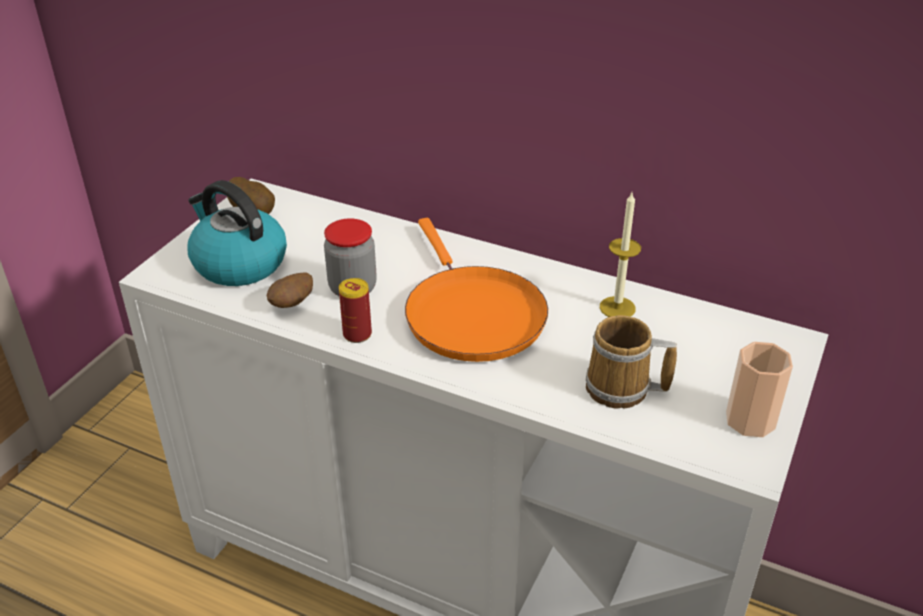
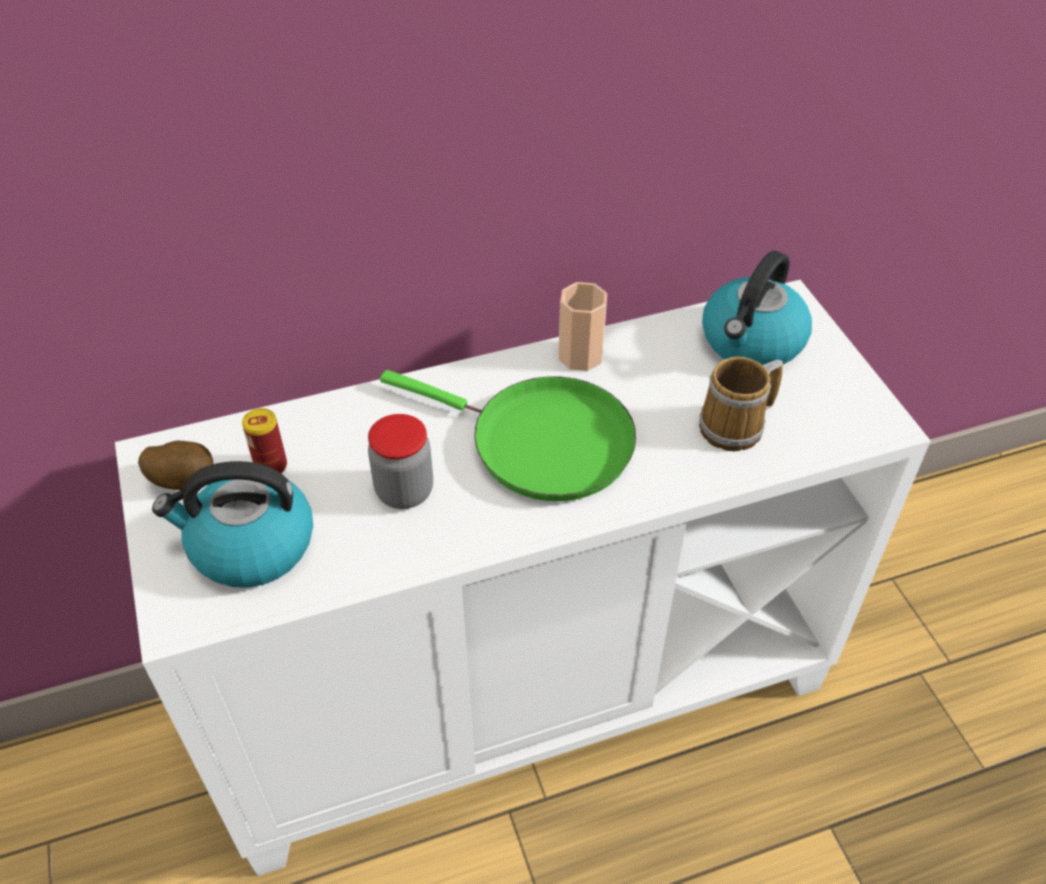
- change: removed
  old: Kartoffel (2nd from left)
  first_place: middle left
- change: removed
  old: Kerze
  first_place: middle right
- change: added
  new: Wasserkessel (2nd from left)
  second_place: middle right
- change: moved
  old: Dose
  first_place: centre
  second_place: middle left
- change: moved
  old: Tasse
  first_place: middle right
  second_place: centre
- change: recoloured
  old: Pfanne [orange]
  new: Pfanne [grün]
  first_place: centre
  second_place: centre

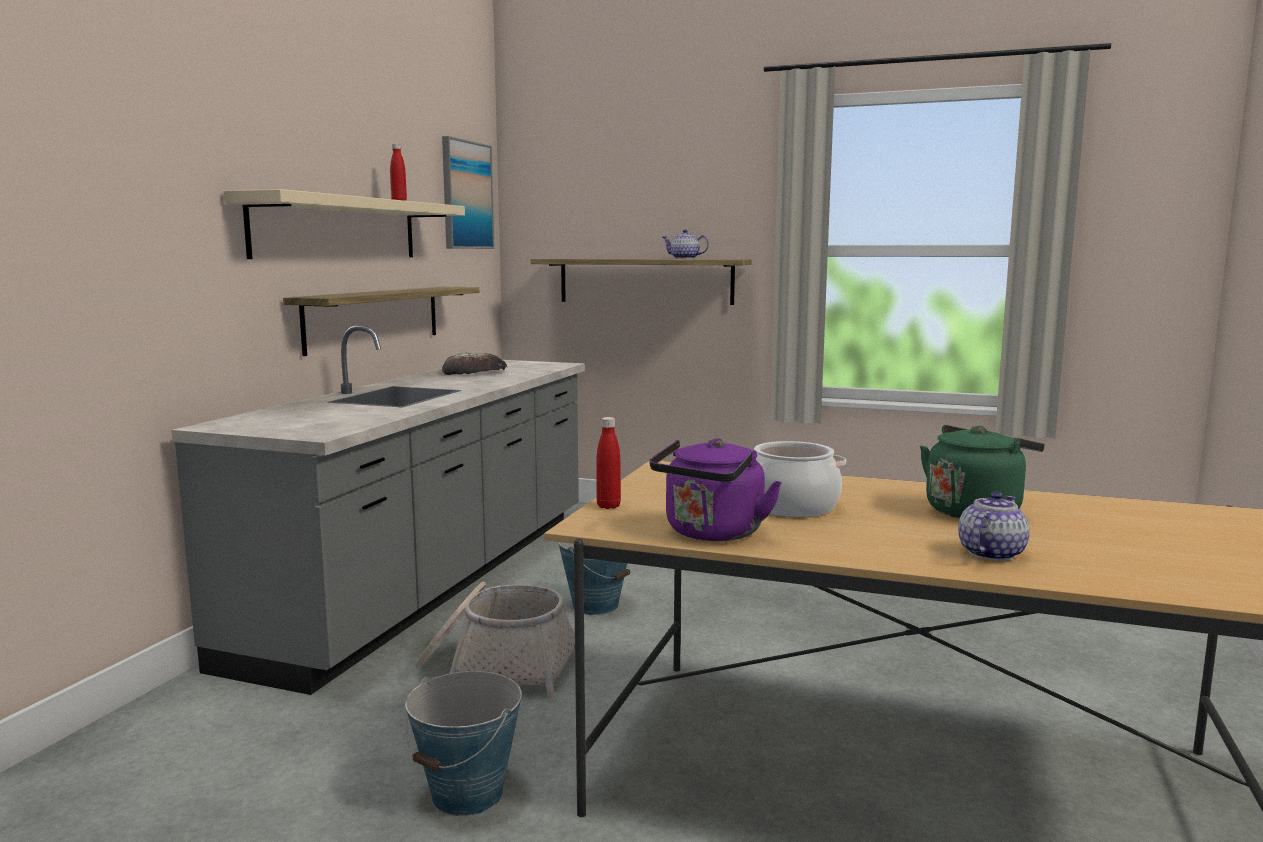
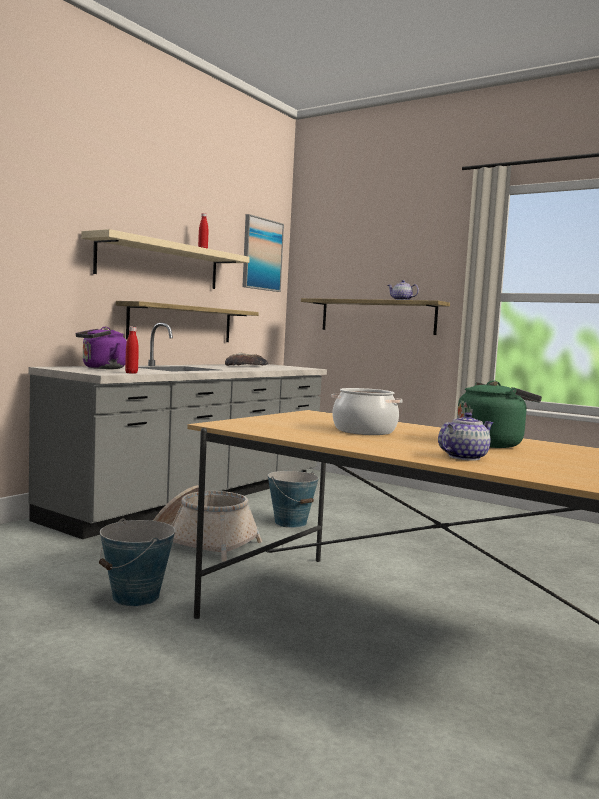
- change: moved
  old: Flasche [rot] (2nd from left in the first image)
  new: Flasche [rot] (1st from left)
  first_place: centre
  second_place: middle left
- change: moved
  old: Wasserkessel [lila]
  first_place: centre
  second_place: middle left

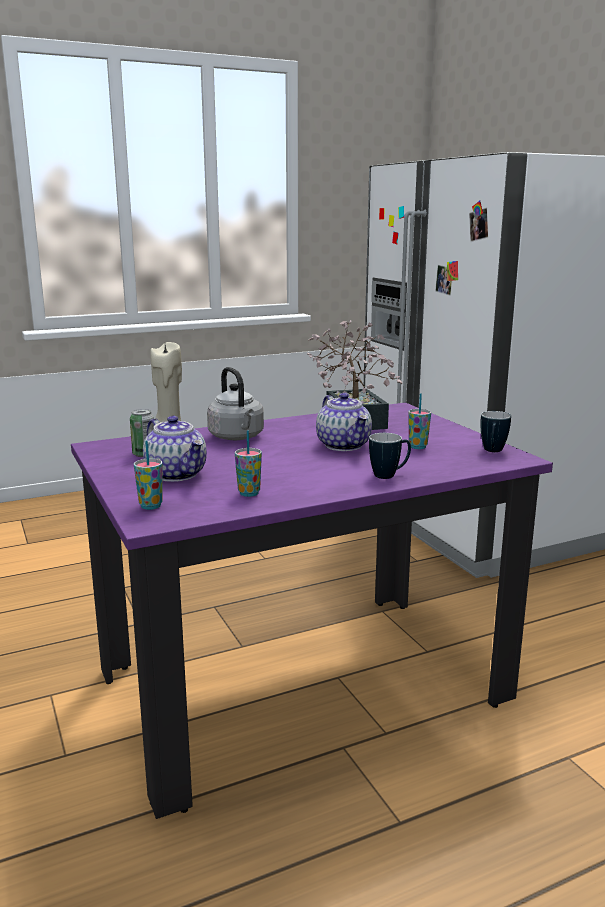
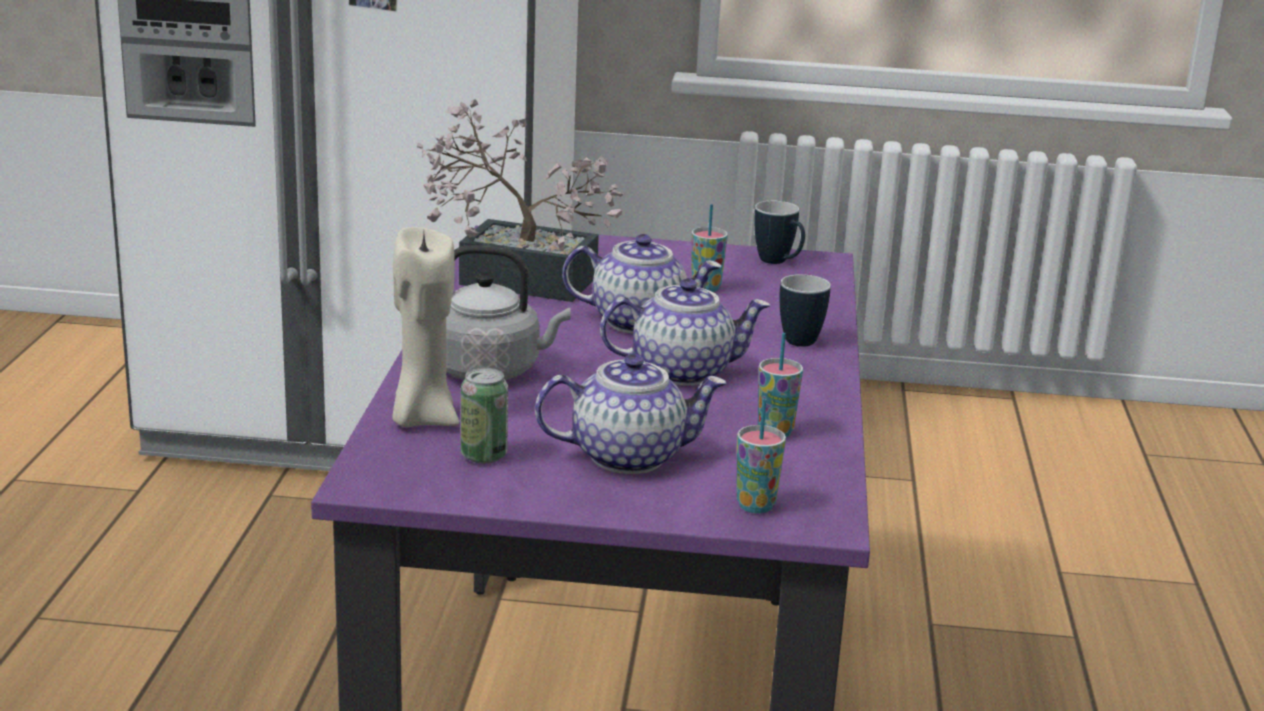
- change: added
  new: Teekanne (3rd from left)
  second_place: centre

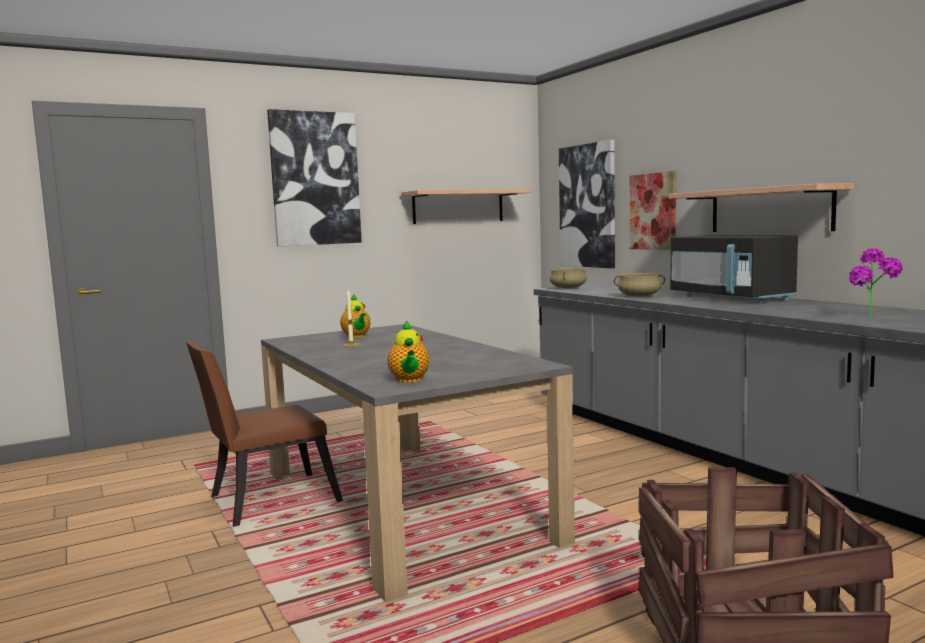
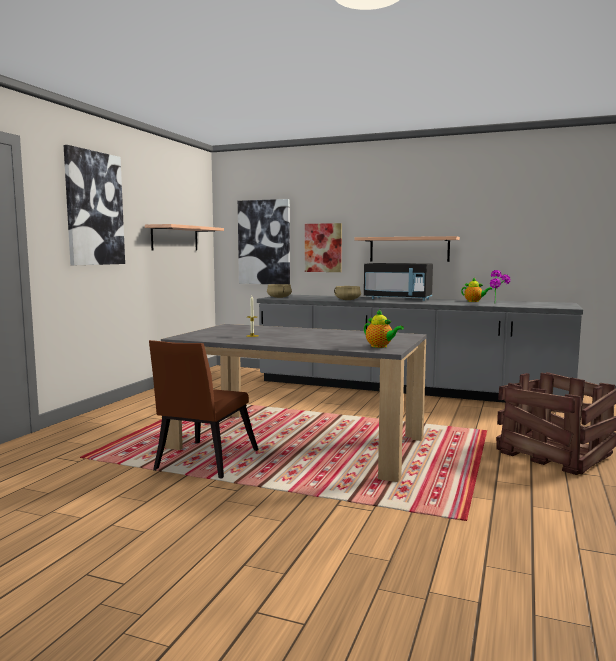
- change: moved
  old: Teekanne (1st from left in the first image)
  new: Teekanne (2nd from left)
  first_place: centre
  second_place: middle right

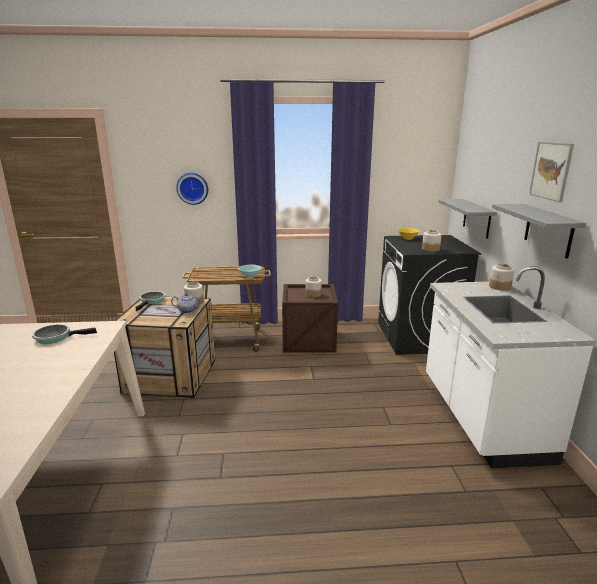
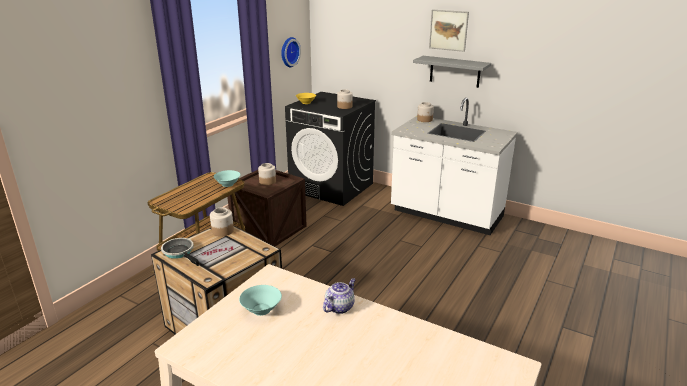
- change: removed
  old: Wandregal [grau] (1st from left)
  first_place: middle right
- change: moved
  old: Teekanne
  first_place: middle left
  second_place: bottom centre
- change: moved
  old: Wanduhr
  first_place: top left
  second_place: top centre
- change: replaced
  old: Pfanne (1st from left)
  new: Schüssel [türkis] (2nd from left)
  first_place: middle left
  second_place: bottom centre

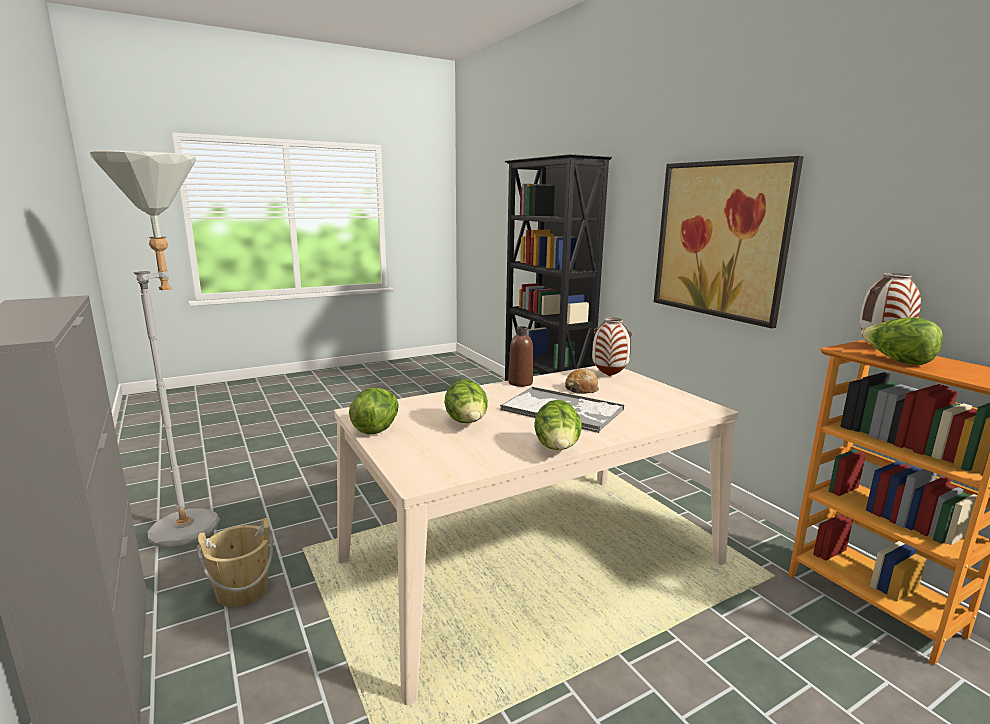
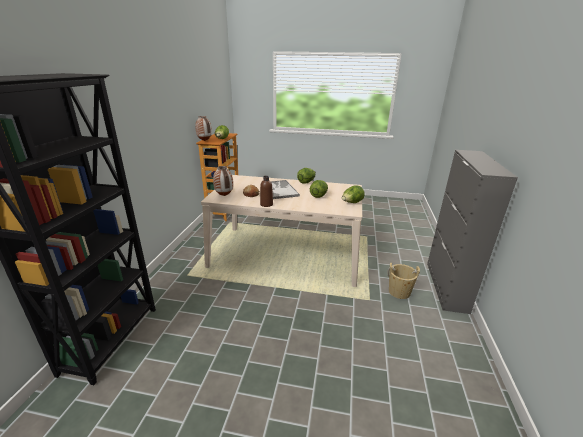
- change: removed
  old: Stehlampe [grau]
  first_place: middle left
- change: removed
  old: Bild
  first_place: middle right

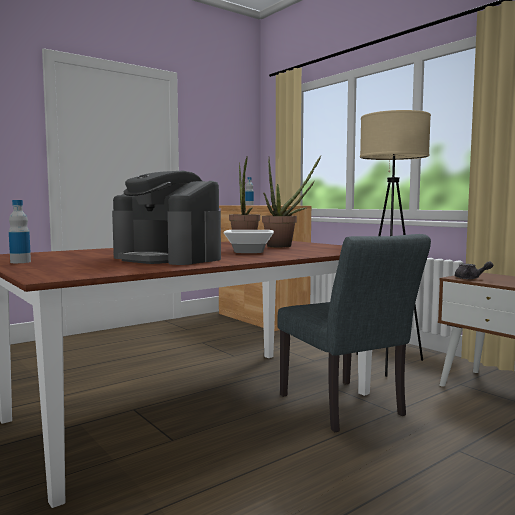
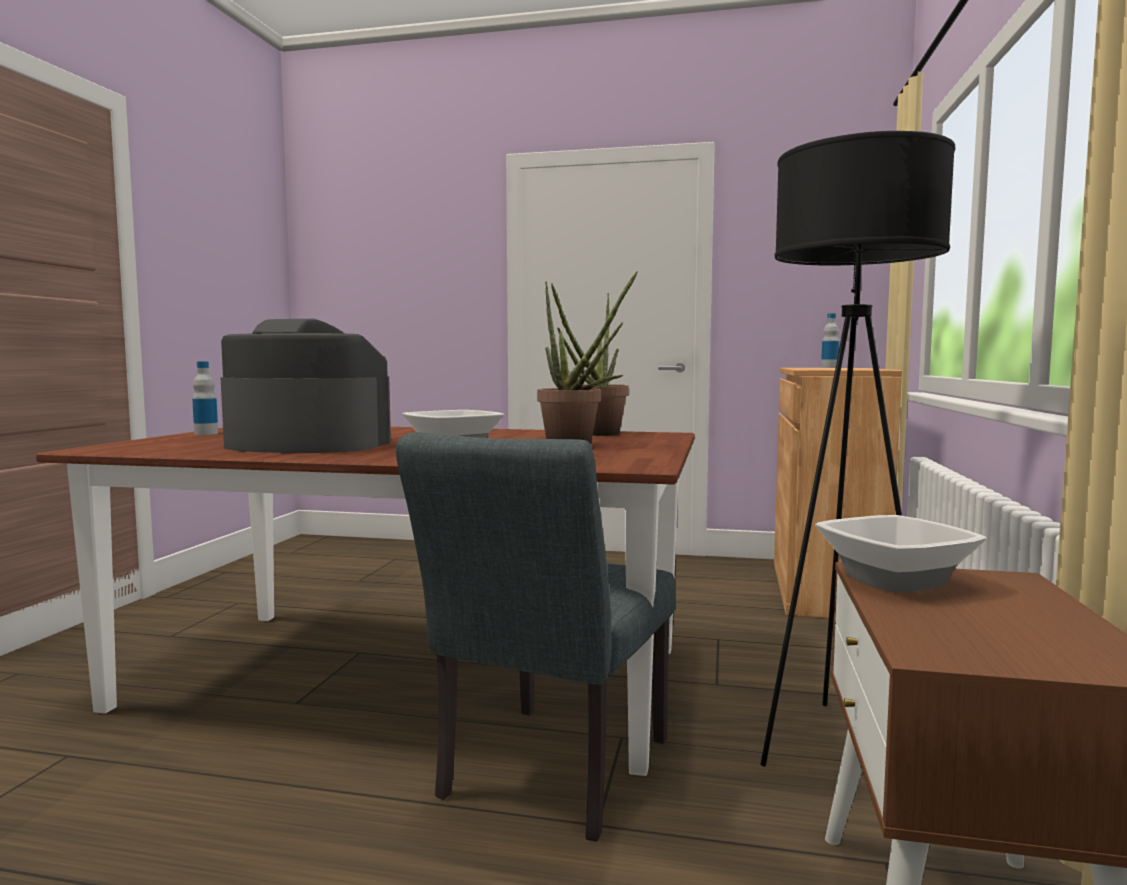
- change: replaced
  old: Teekanne [grau]
  new: Schüssel (2nd from left)
  first_place: middle right
  second_place: middle right
- change: recoloured
  old: Stehlampe [beige]
  new: Stehlampe [schwarz]
  first_place: middle right
  second_place: middle right
- change: turned
  old: Kaffeemaschine
  first_place: middle left
  second_place: middle left
  degrees: 105

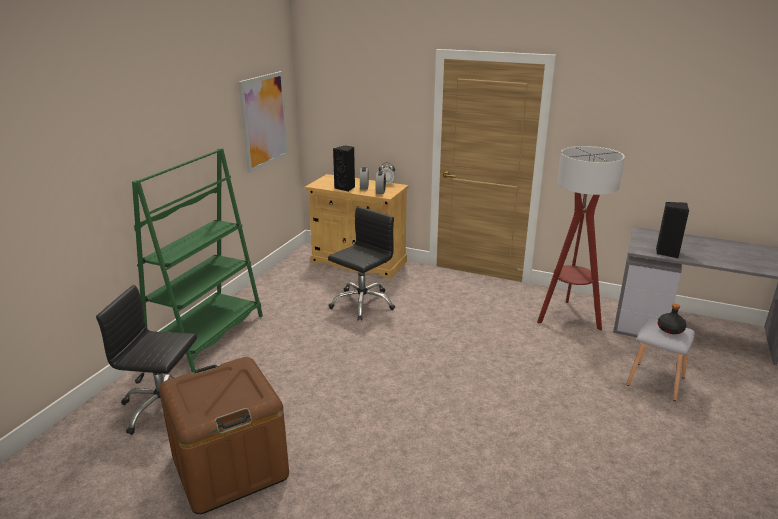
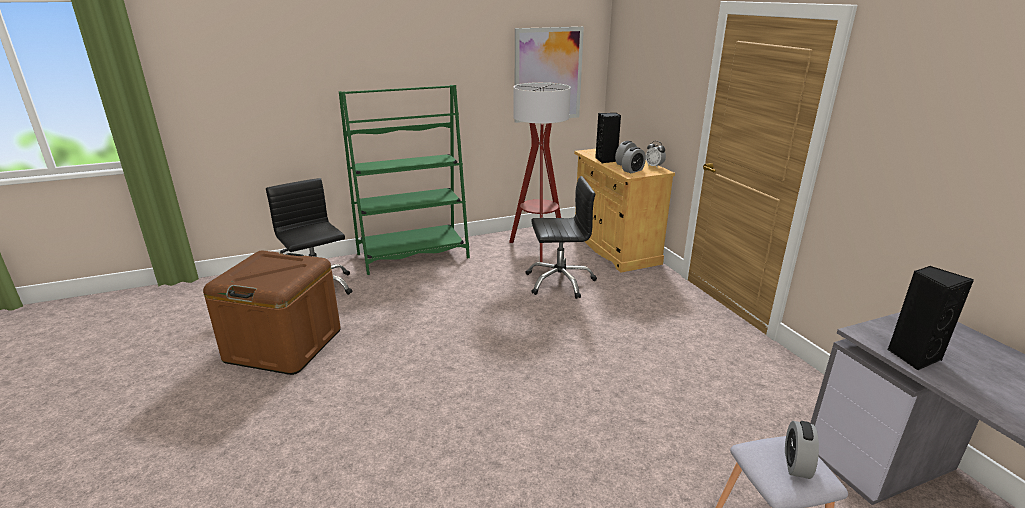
- change: moved
  old: Stehlampe
  first_place: middle right
  second_place: centre
- change: replaced
  old: Flasche [schwarz]
  new: Wecker (4th from left)
  first_place: middle right
  second_place: bottom right

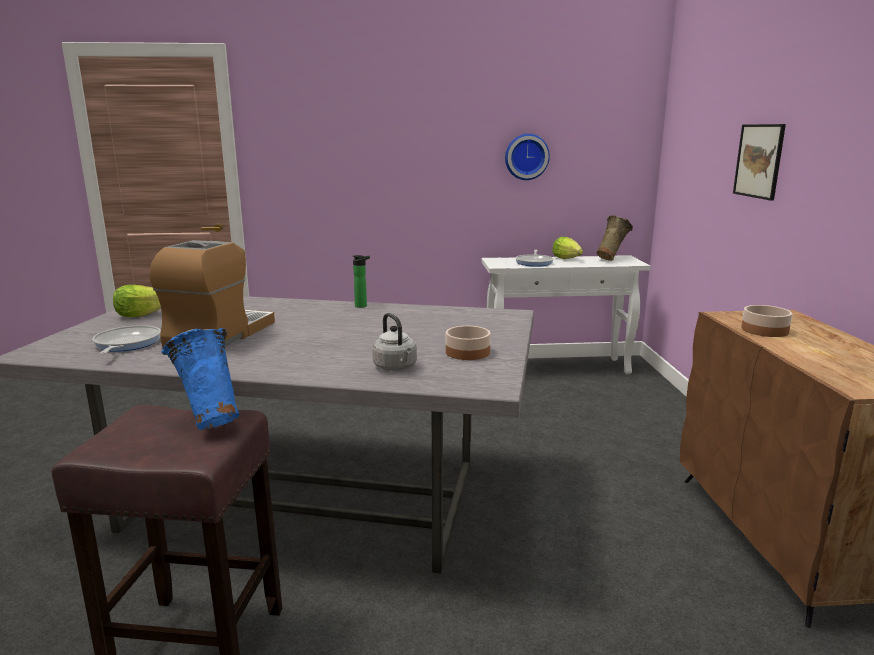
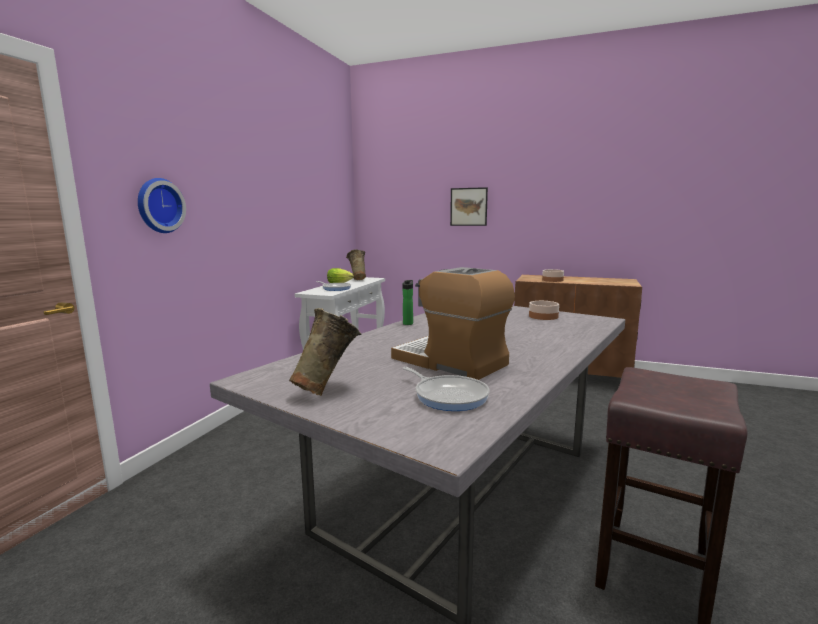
- change: removed
  old: Vase [blau]
  first_place: middle left
- change: removed
  old: Wasserkessel [grau]
  first_place: centre
- change: moved
  old: Wanduhr
  first_place: top centre
  second_place: top left
- change: replaced
  old: Salatkopf (1st from left)
  new: Vase [beige] (1st from left)
  first_place: middle left
  second_place: centre
- change: turned
  old: Pfanne (1st from left in the first image)
  first_place: middle left
  second_place: centre
  degrees: -150

